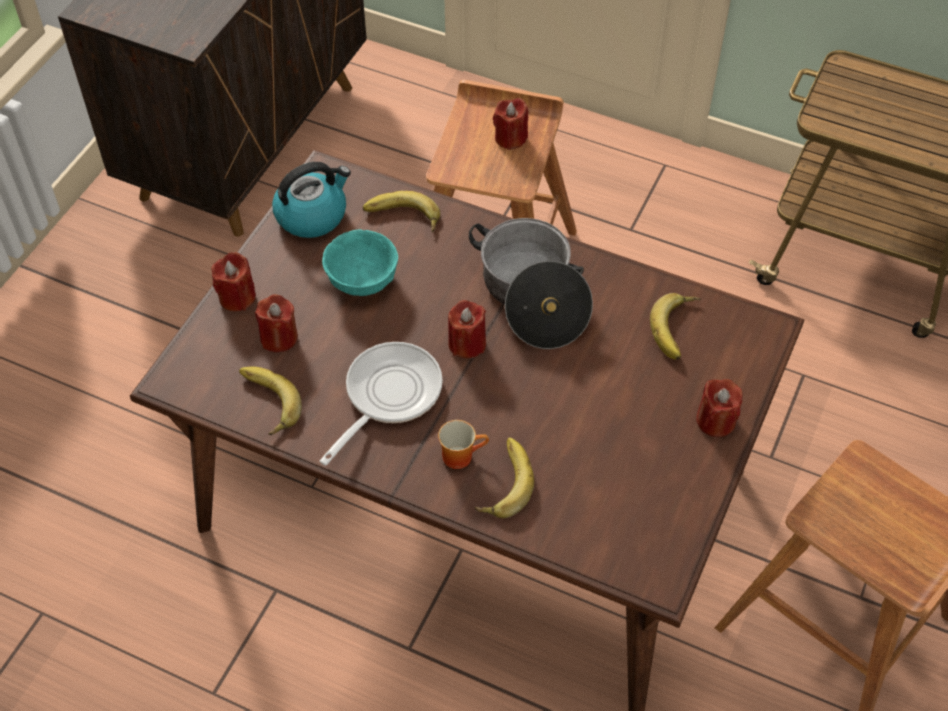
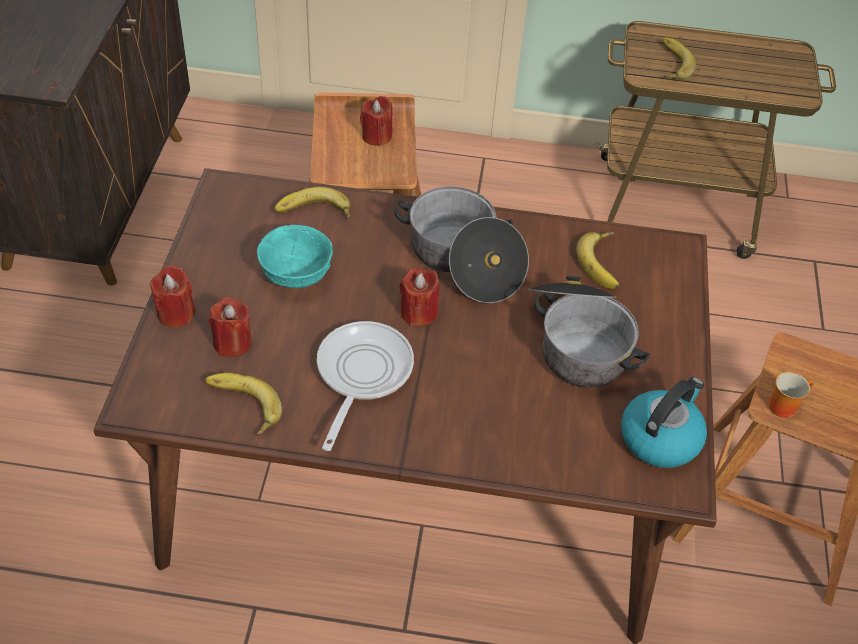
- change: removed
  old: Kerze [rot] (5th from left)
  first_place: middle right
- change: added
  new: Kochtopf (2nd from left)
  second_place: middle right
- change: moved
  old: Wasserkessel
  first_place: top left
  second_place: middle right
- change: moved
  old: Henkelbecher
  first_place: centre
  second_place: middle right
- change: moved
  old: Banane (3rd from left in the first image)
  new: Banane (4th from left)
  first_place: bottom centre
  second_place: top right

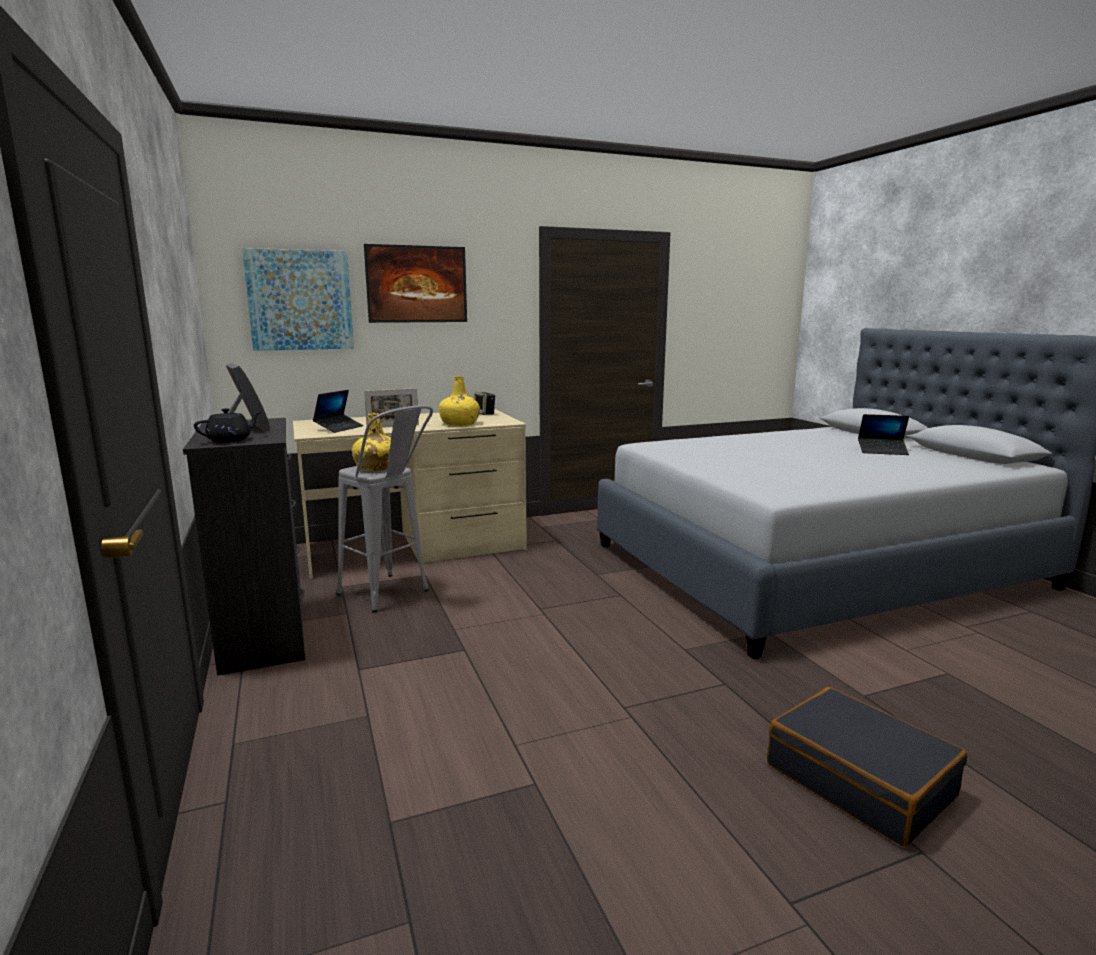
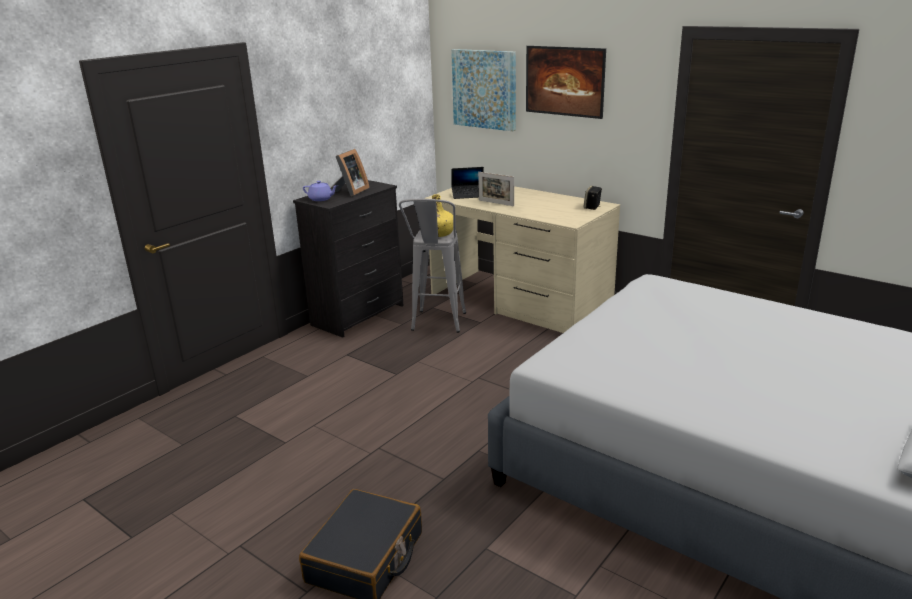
- change: removed
  old: Flasche [gelb] (2nd from left)
  first_place: centre
- change: removed
  old: Laptop (2nd from left)
  first_place: middle right
- change: recoloured
  old: Teekanne [schwarz]
  new: Teekanne [lila]
  first_place: middle left
  second_place: top centre

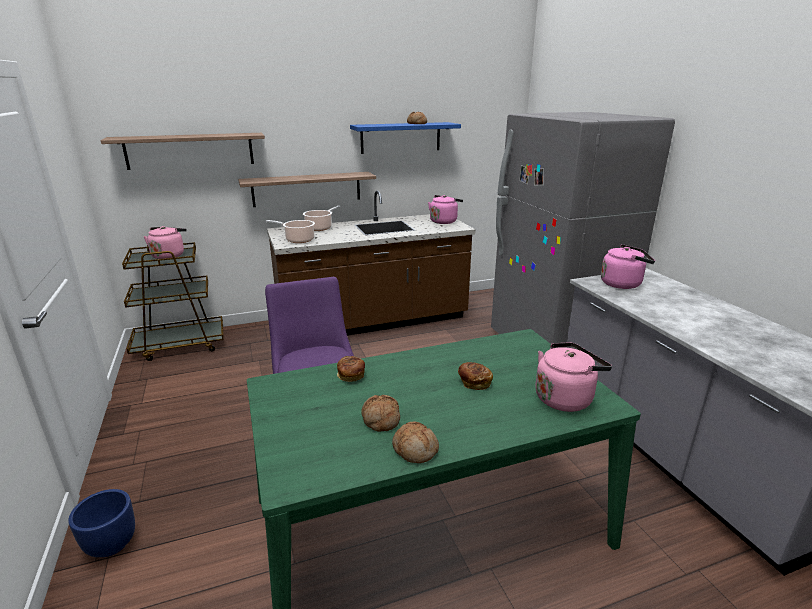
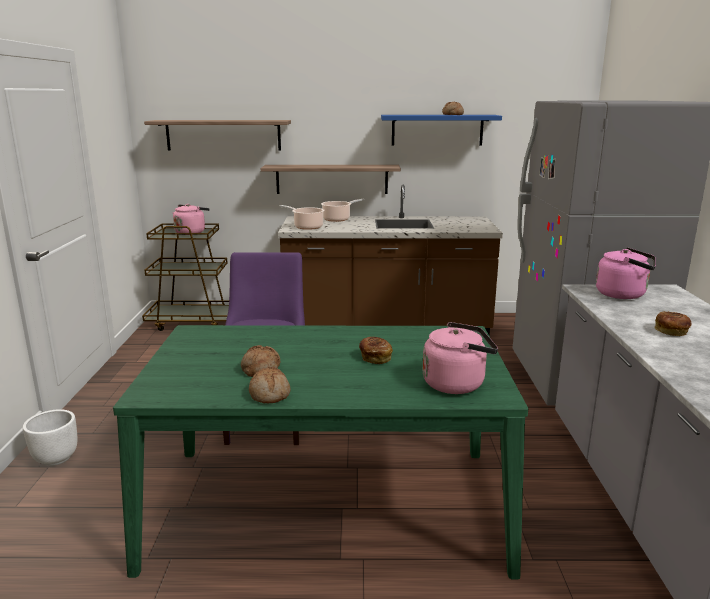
- change: removed
  old: Wasserkessel [rosa] (2nd from left)
  first_place: centre
- change: moved
  old: Brot (1st from left in the first image)
  new: Brot (5th from left)
  first_place: centre
  second_place: middle right
- change: recoloured
  old: Pflanzkübel [blau]
  new: Pflanzkübel [weiß]
  first_place: bottom left
  second_place: bottom left

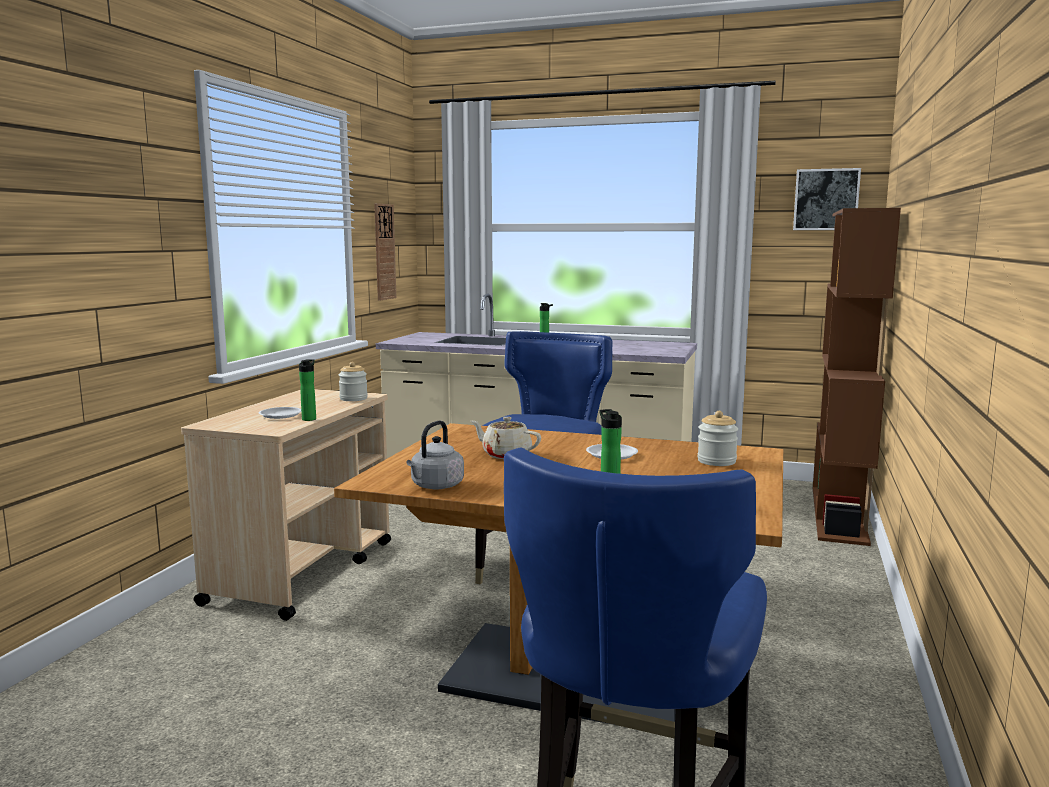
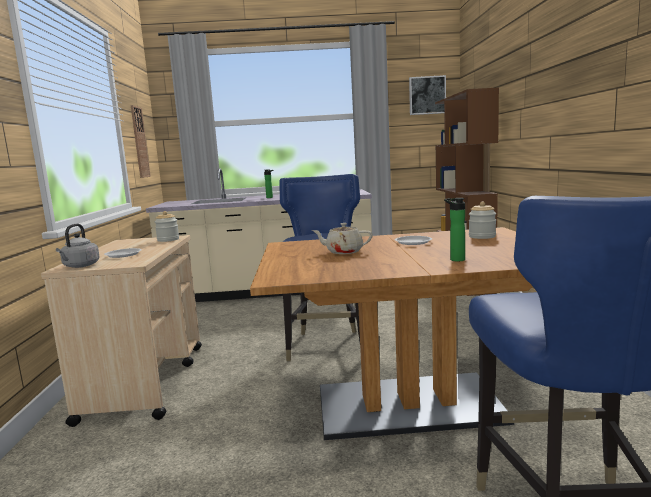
- change: removed
  old: Flasche (1st from left)
  first_place: middle left
- change: moved
  old: Wasserkessel [grau]
  first_place: centre
  second_place: middle left

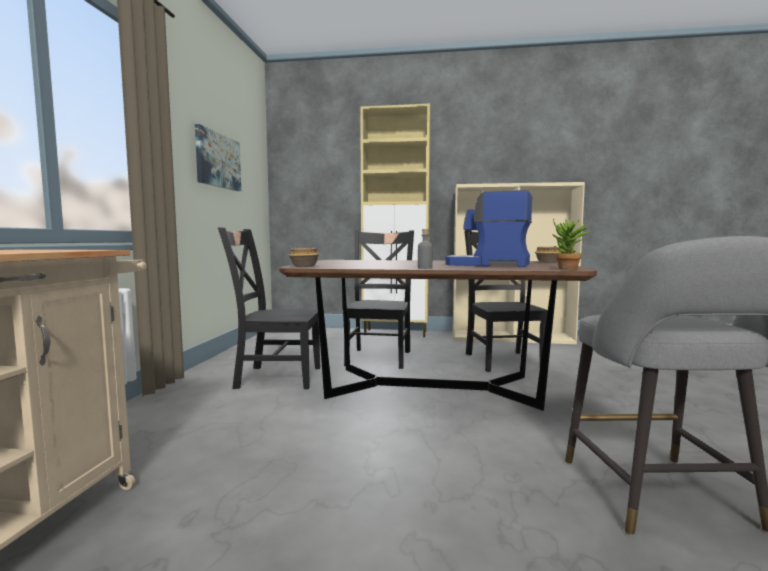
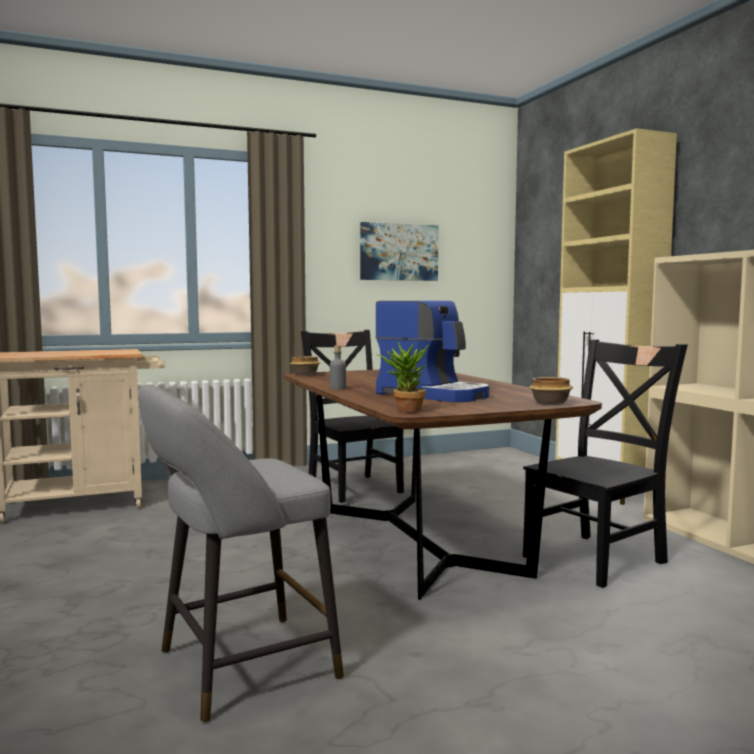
- change: removed
  old: Stuhl [schwarz] (2nd from left)
  first_place: centre
- change: turned
  old: Kaffeemaschine
  first_place: centre
  second_place: centre
  degrees: 135

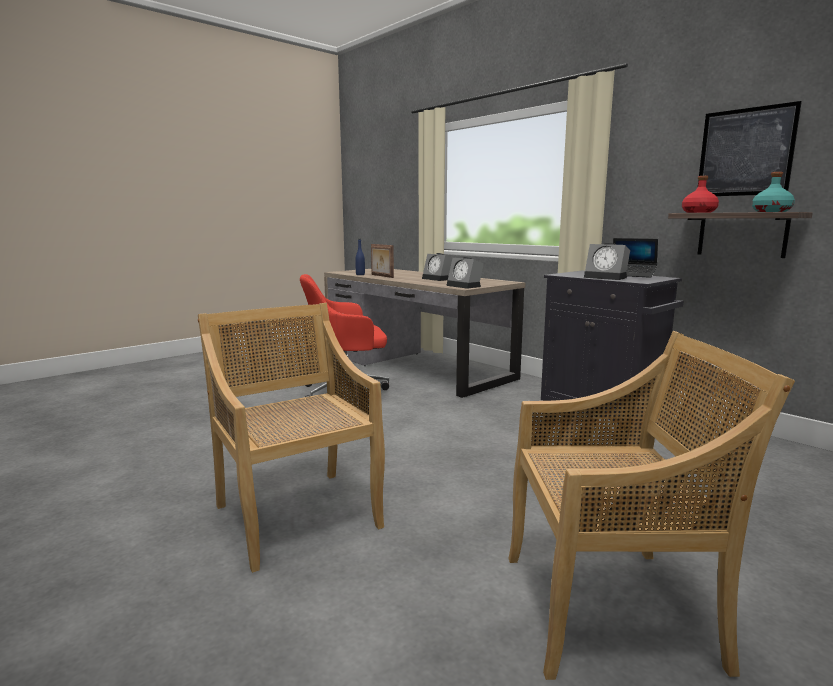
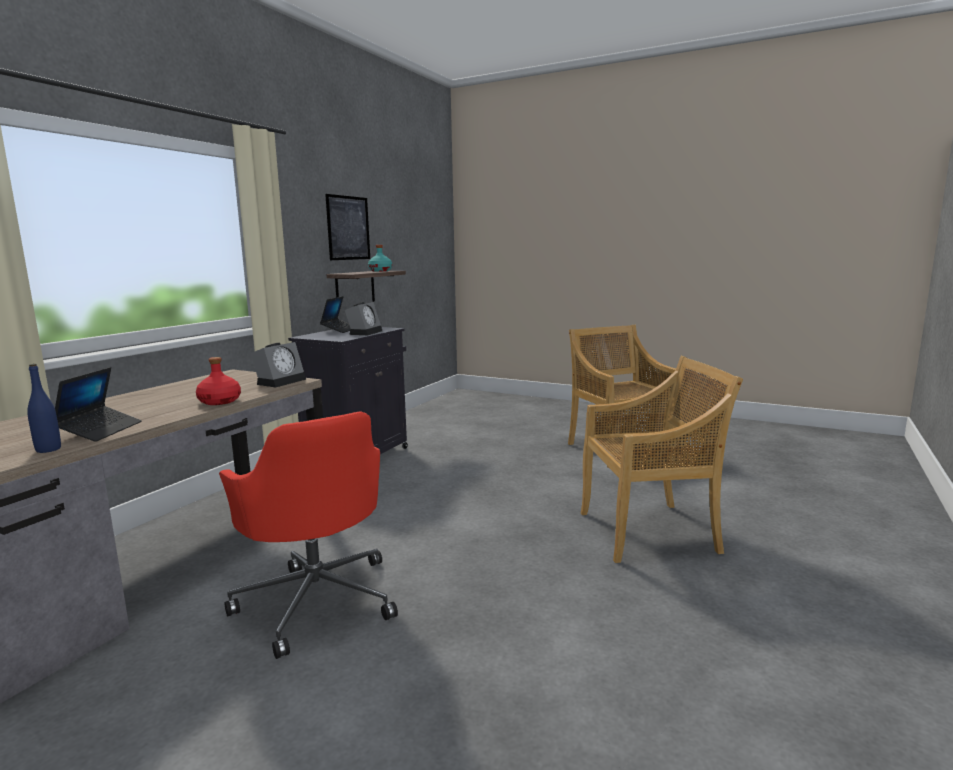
- change: removed
  old: Wecker (1st from left)
  first_place: centre
- change: moved
  old: Flasche [rot]
  first_place: top right
  second_place: middle left
- change: replaced
  old: Bilderrahmen
  new: Laptop (1st from left)
  first_place: centre
  second_place: middle left
- change: turned
  old: Stuhl [beige] (1st from left in the first image)
  first_place: centre
  second_place: middle right
  degrees: -135

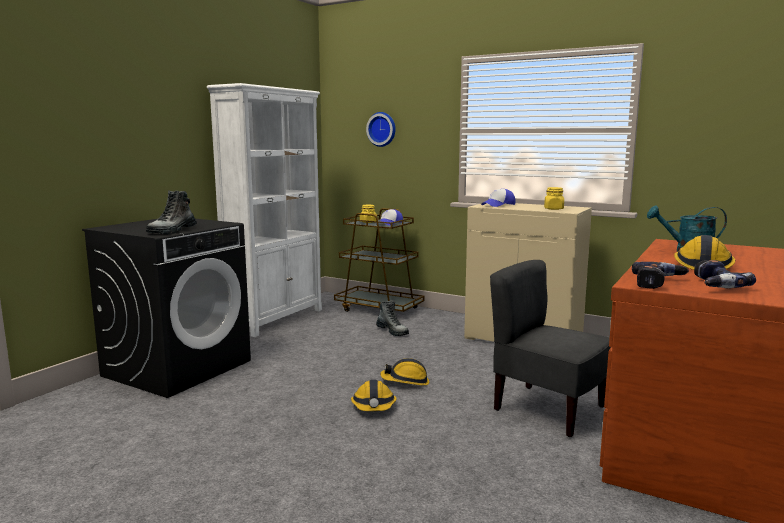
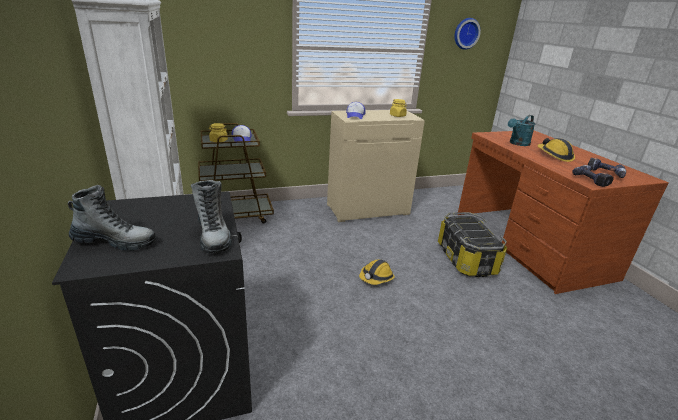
- change: removed
  old: Schutzhelm (1st from left)
  first_place: bottom centre
- change: moved
  old: Wanduhr
  first_place: top centre
  second_place: top right
- change: moved
  old: Stiefel (2nd from left in the first image)
  new: Stiefel (1st from left)
  first_place: centre
  second_place: middle left
- change: replaced
  old: Stuhl [grau]
  new: Aufbewahrungsbox
  first_place: middle right
  second_place: middle right

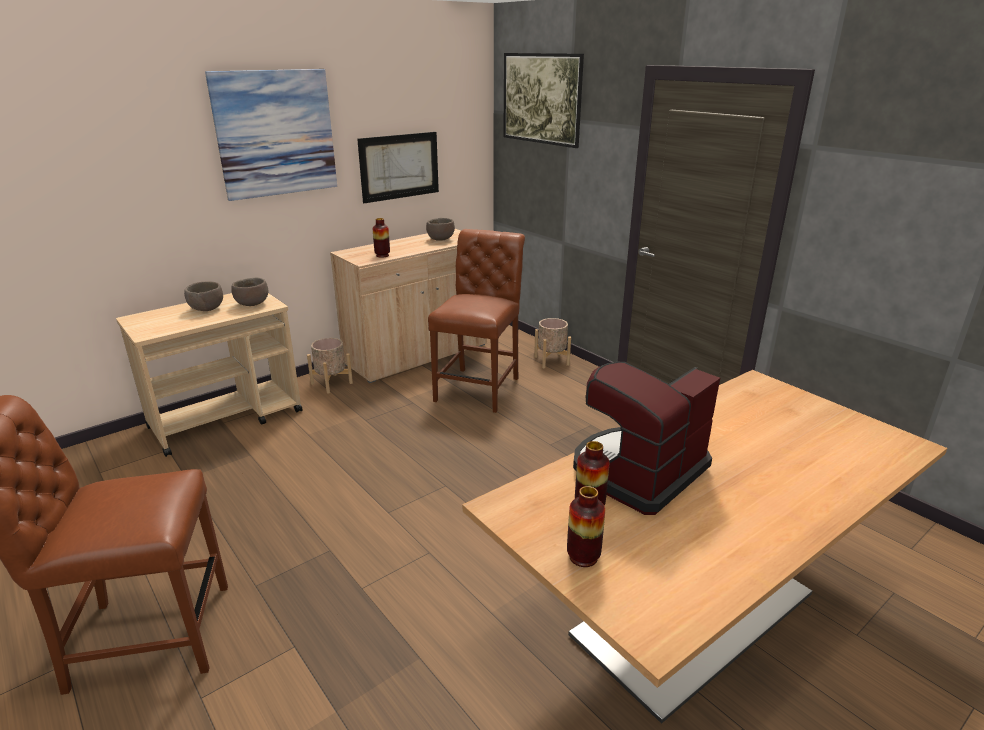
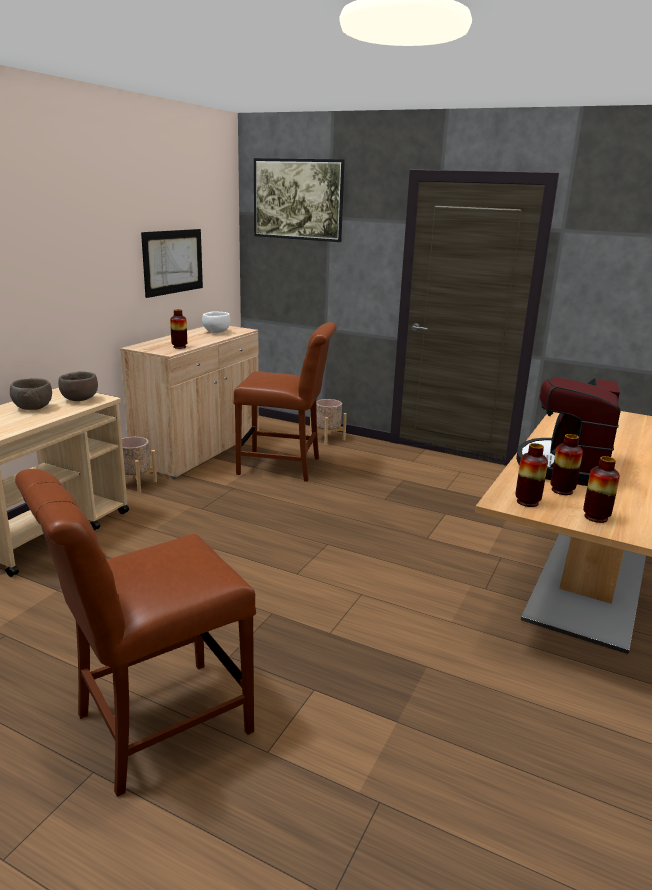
- change: removed
  old: Bild (1st from left)
  first_place: top left
- change: added
  new: Vase (2nd from left)
  second_place: middle right
- change: recoloured
  old: Schüssel [braun] (3rd from left)
  new: Schüssel [weiß]
  first_place: top centre
  second_place: middle left
- change: turned
  old: Stuhl [braun] (2nd from left)
  first_place: centre
  second_place: centre
  degrees: 105

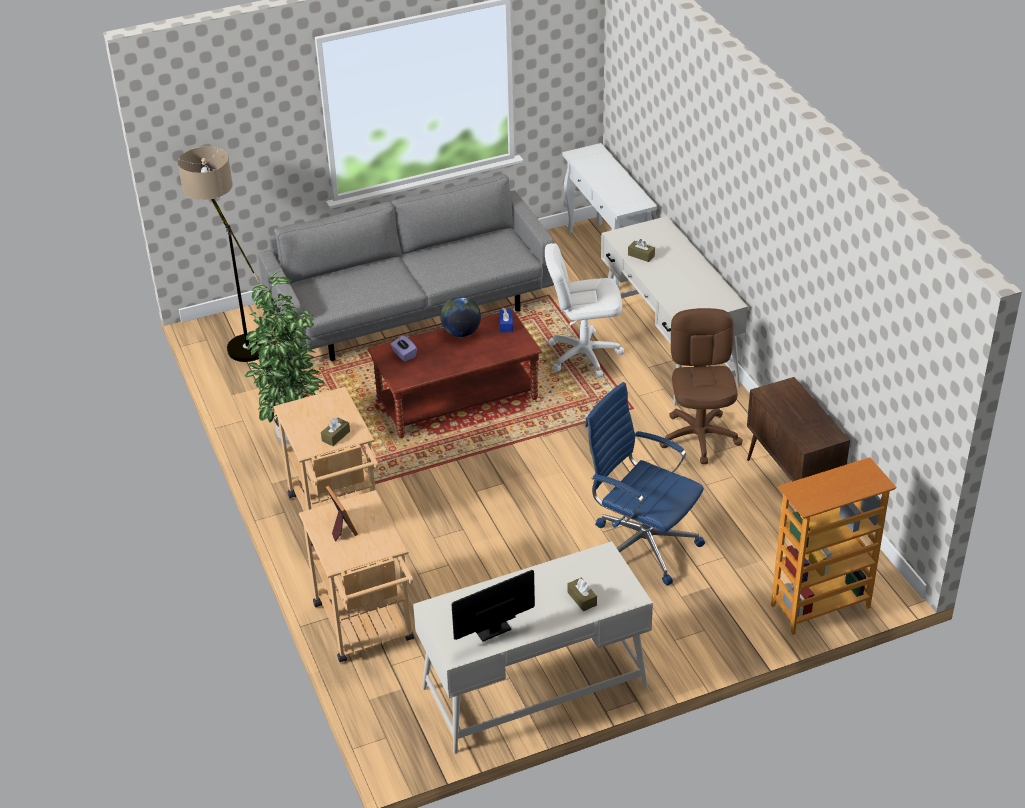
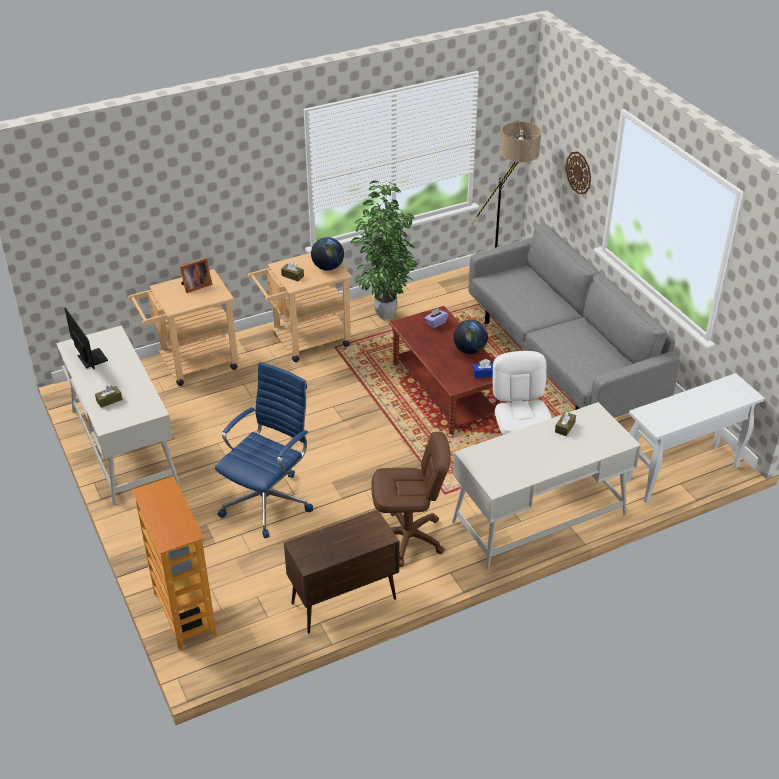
- change: added
  new: Globus (1st from left)
  second_place: top centre
- change: added
  new: Wanduhr
  second_place: top right

